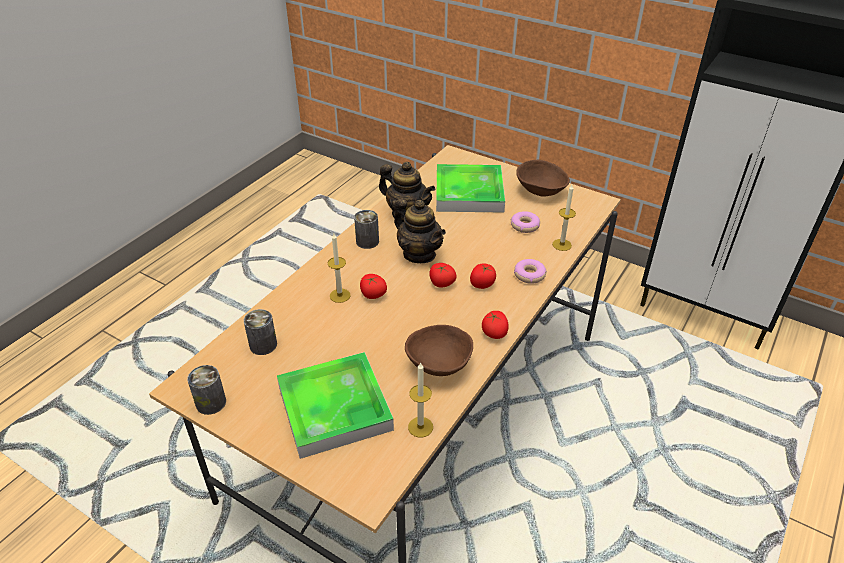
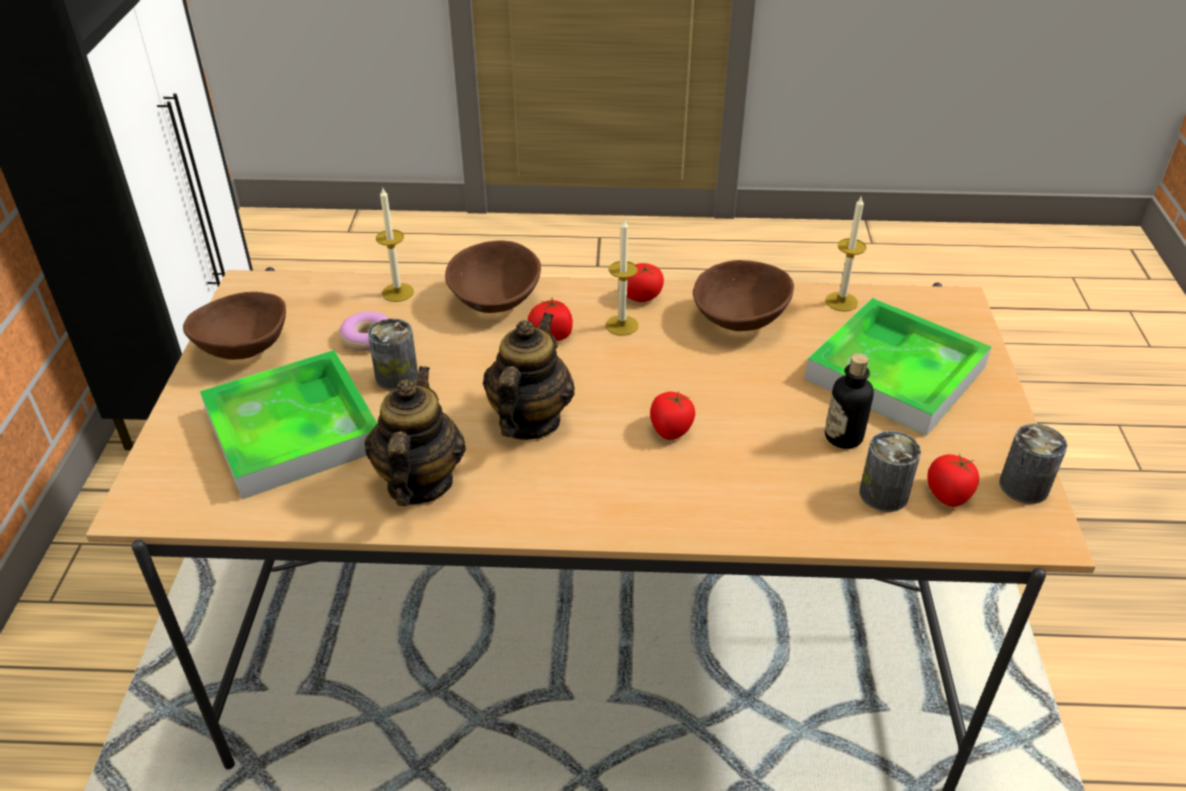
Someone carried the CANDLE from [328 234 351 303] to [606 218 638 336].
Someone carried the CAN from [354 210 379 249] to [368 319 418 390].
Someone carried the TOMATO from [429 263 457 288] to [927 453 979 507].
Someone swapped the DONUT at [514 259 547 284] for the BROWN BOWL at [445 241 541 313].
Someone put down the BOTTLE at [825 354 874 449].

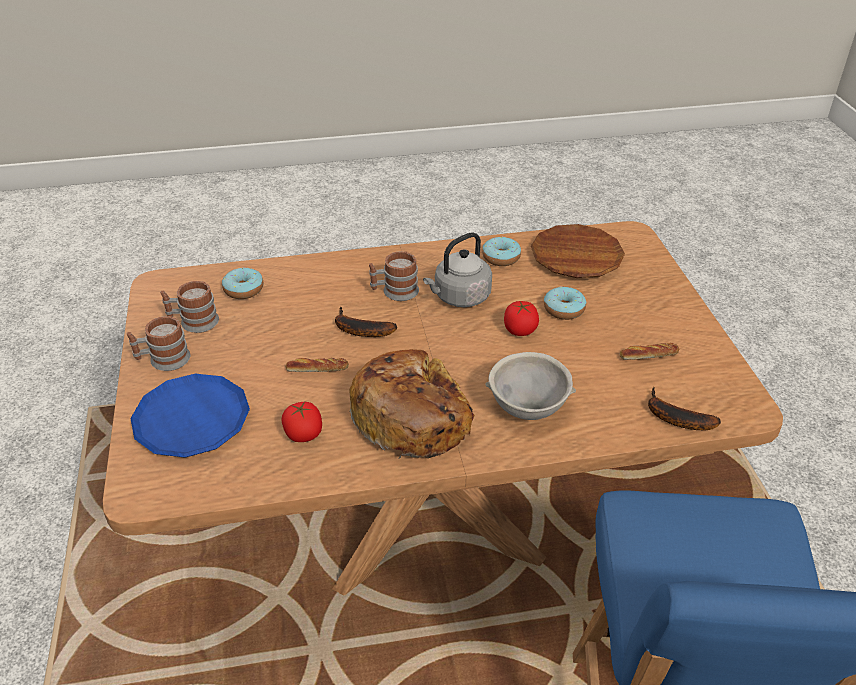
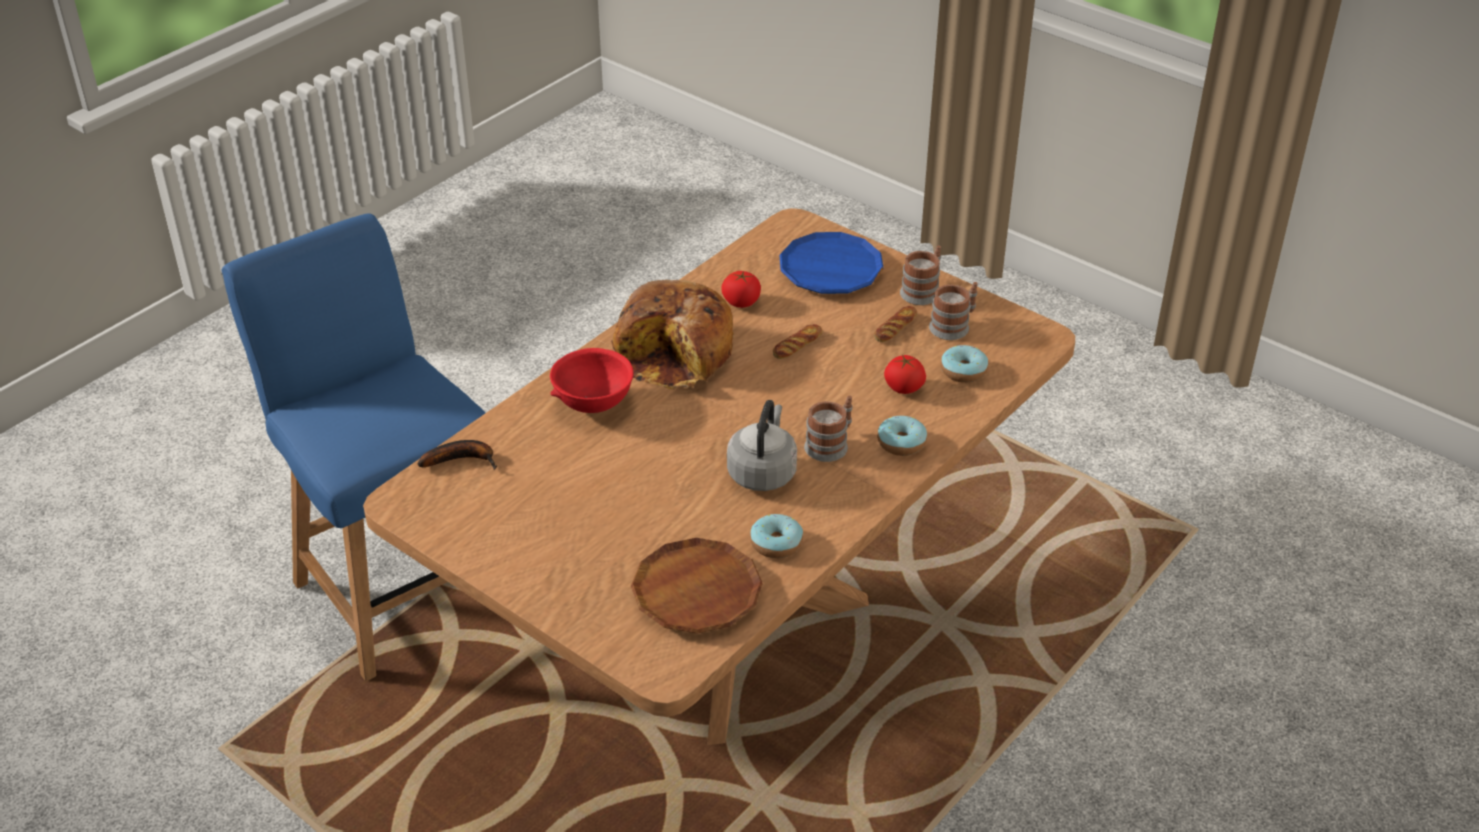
Someone took away the BANANA at [335 307 397 337].
Someone repainted the GREY BOWL at [485 352 576 420], which became the RED BOWL at [550 348 633 413].
Someone carried the TOMATO from [504 301 539 336] to [884 354 926 394].
Someone carried the DONUT from [544 287 586 320] to [877 416 927 456].
Someone carried the BREAD from [620 343 680 360] to [874 306 917 342].

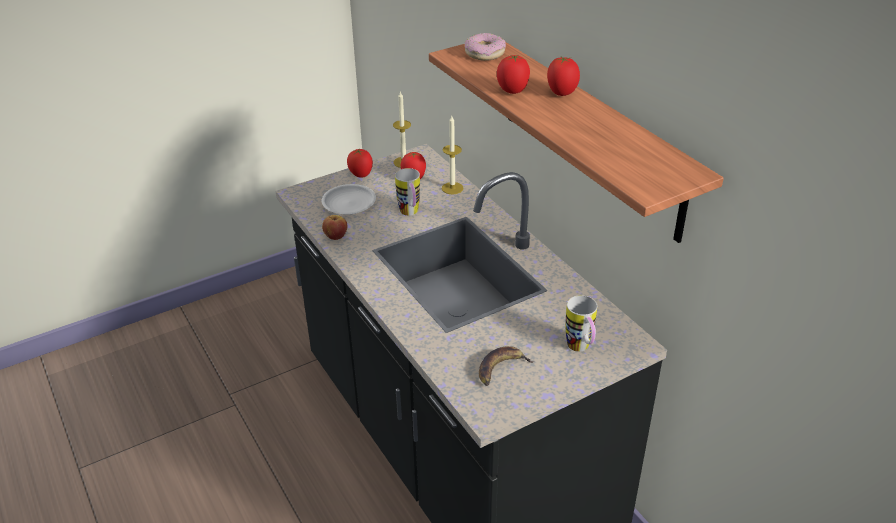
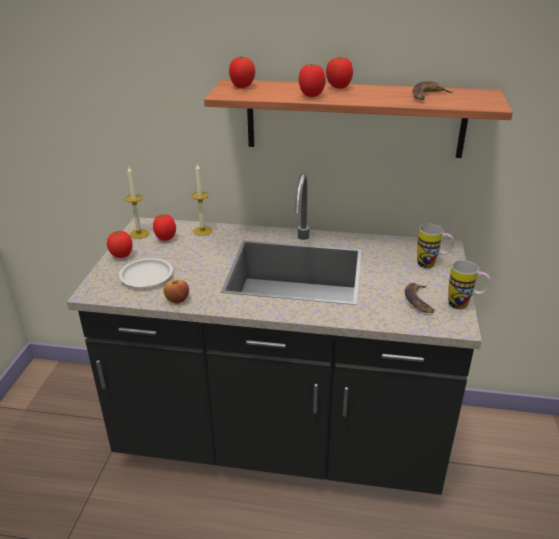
Someone carried the MUG from [395 168 420 216] to [448 260 491 309].
Someone swapped the DONUT at [465 33 506 61] for the TOMATO at [229 57 255 88].
Someone put down the BANANA at [412 81 453 100].

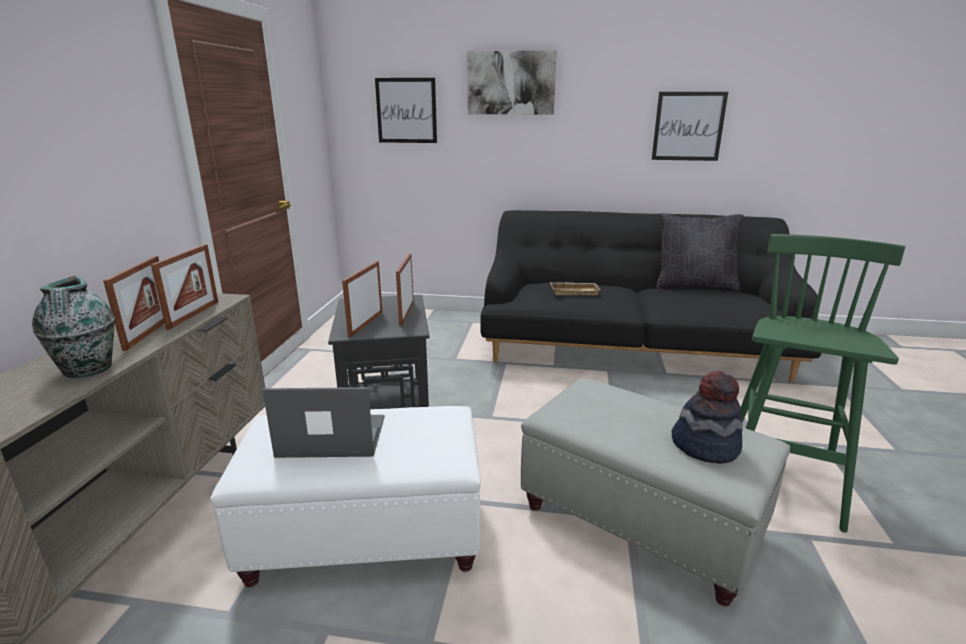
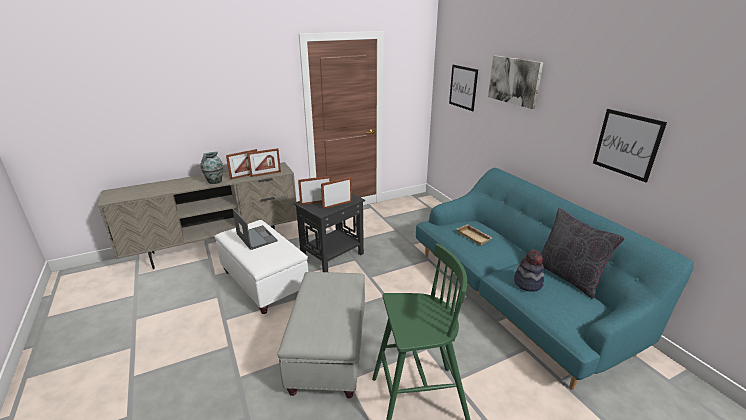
Someone repainted the BLACK SOFA at [480 210 822 383], which became the TURQUOISE SOFA at [416 168 694 390].
Someone carried the HAT from [672 371 743 464] to [514 250 544 292].

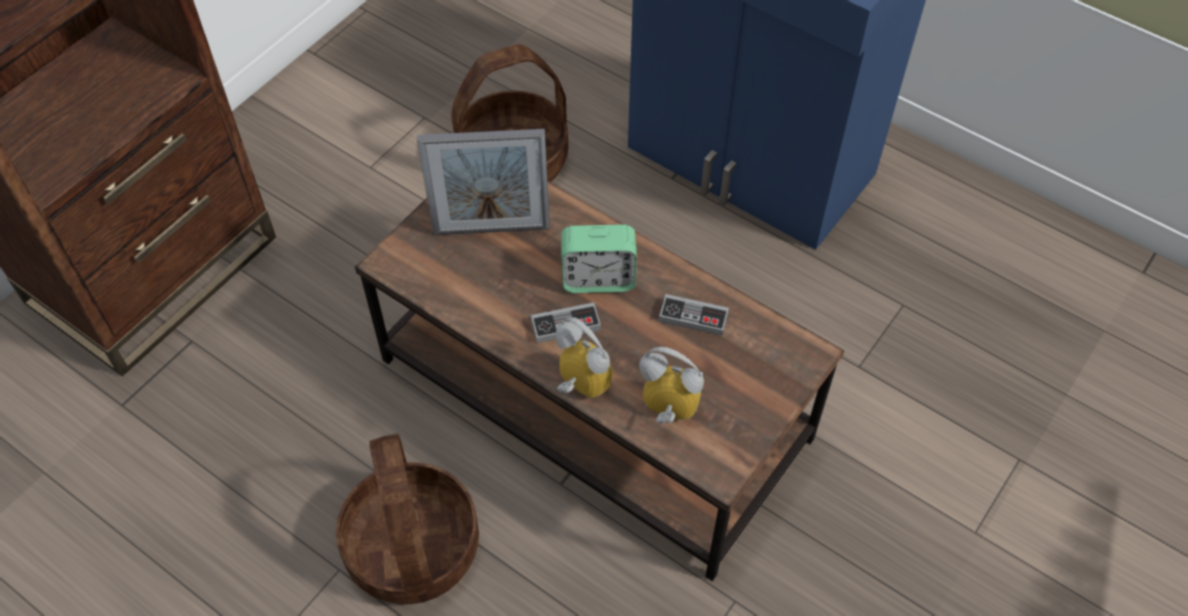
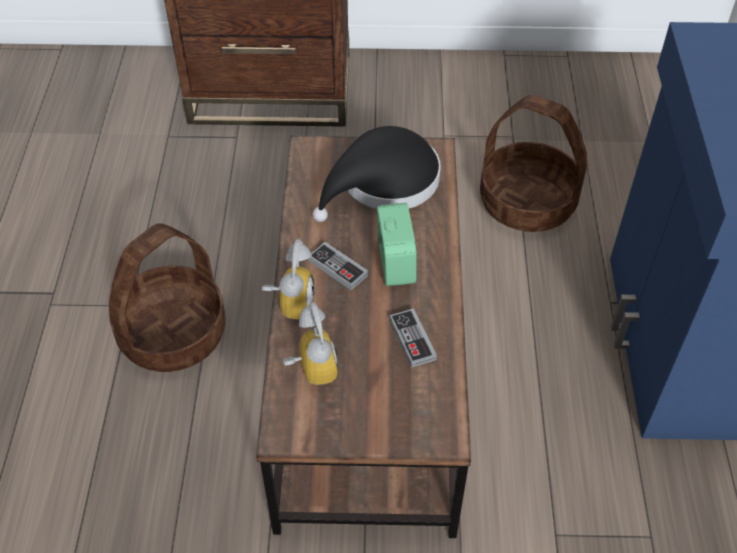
Someone swapped the PICTURE FRAME at [417 129 550 235] for the BLACK HAT at [313 126 441 222].
Someone rotated the ALARM CLOCK at [561 224 637 293] by 150 degrees counterclockwise.

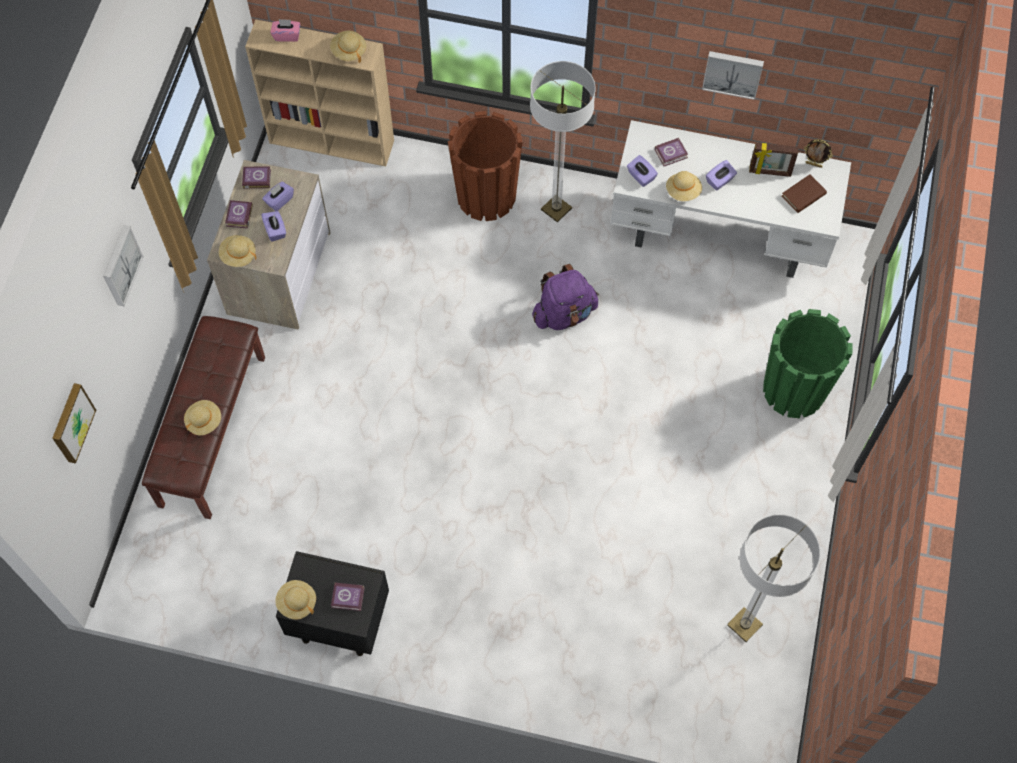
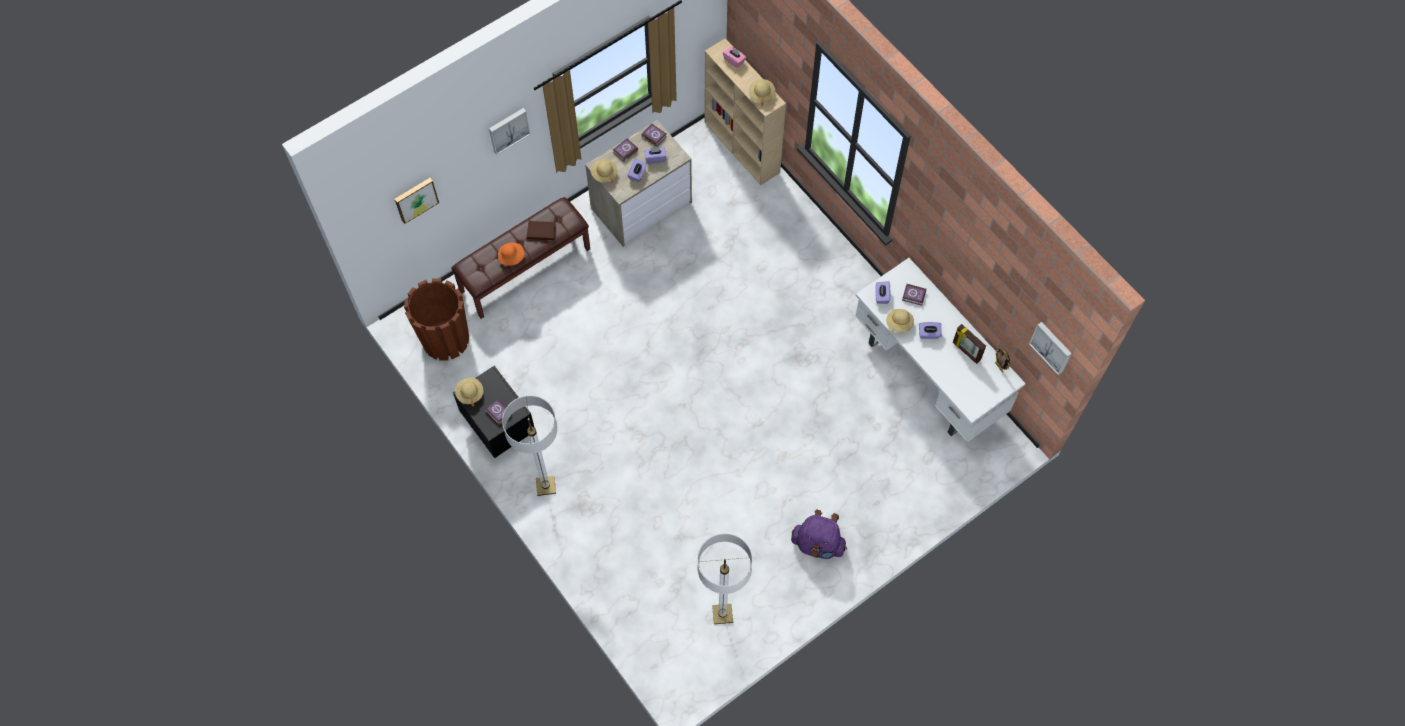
Someone repainted the BEIGE HAT at [184 400 221 435], which became the ORANGE HAT at [498 243 524 266].
Someone carried the BROWN PLANTER from [448 111 522 221] to [404 278 469 361].
Someone carried the FLOOR LAMP from [530 61 596 223] to [502 395 558 496].
Someone carried the PURPLE BACKPACK from [532 264 599 330] to [791 509 847 559].
Someone carried the PICTURE from [702 51 764 100] to [1029 322 1072 375].
Someone took away the GREEN PLANTER at [763 309 853 418].
Someone carried the BROWN BOOK from [781 175 827 213] to [527 221 556 240].

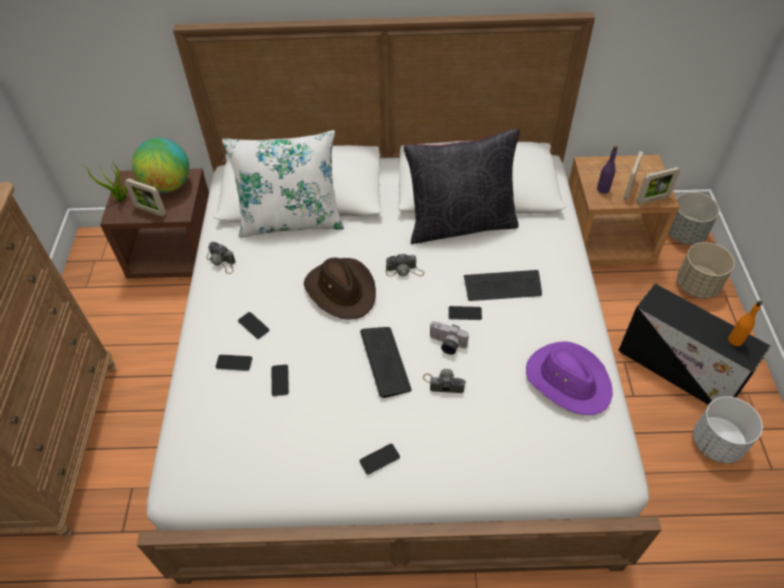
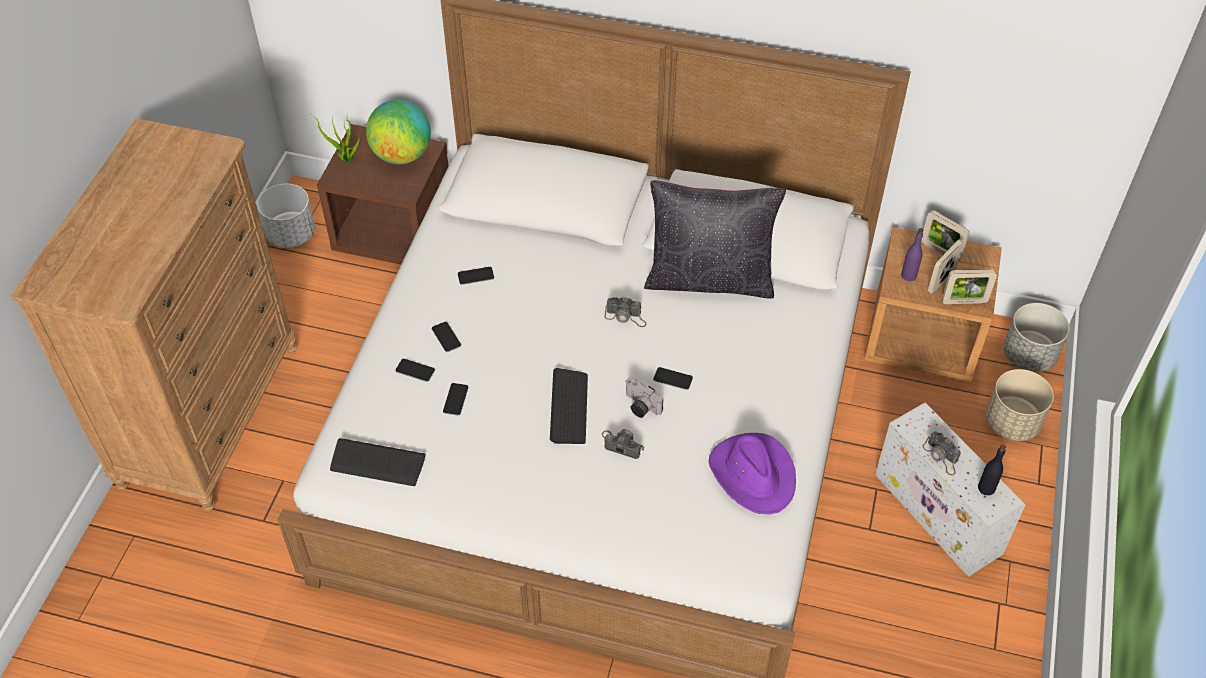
Someone carried the PICTURE FRAME from [124 178 166 217] to [921 210 969 262].
Someone carried the PHOTO CAMERA from [206 242 236 274] to [922 431 961 475].
Someone took away the WHITE PILLOW at [222 130 344 238].
Someone took away the BROWN HAT at [304 258 376 320].
Someone carried the PHONE from [359 444 400 475] to [458 267 494 285].
Someone carried the KEYBOARD from [464 270 542 301] to [330 438 426 486].
Someone repainted the BLACK STORAGE BOX at [618 284 770 405], which became the WHITE STORAGE BOX at [875 402 1026 577].
Someone carried the WHITE PLANTER from [693 396 763 463] to [257 184 315 248].
Someone repainted the ORANGE BOTTLE at [728 300 762 346], which became the BLACK BOTTLE at [978 445 1006 495].

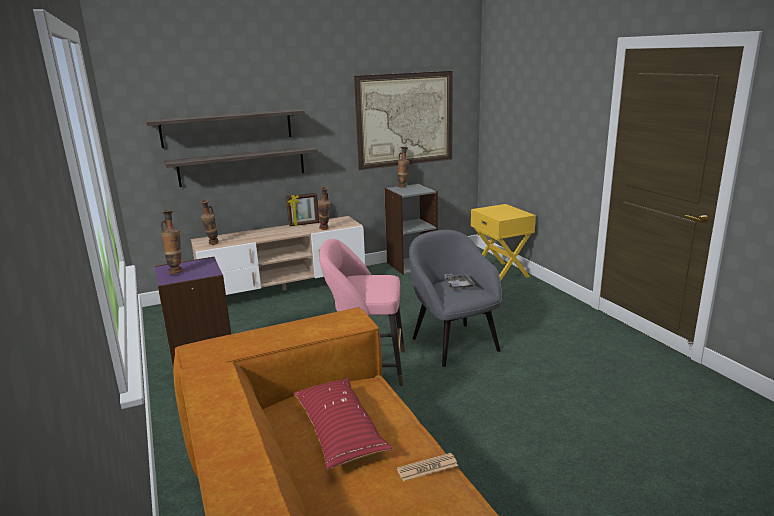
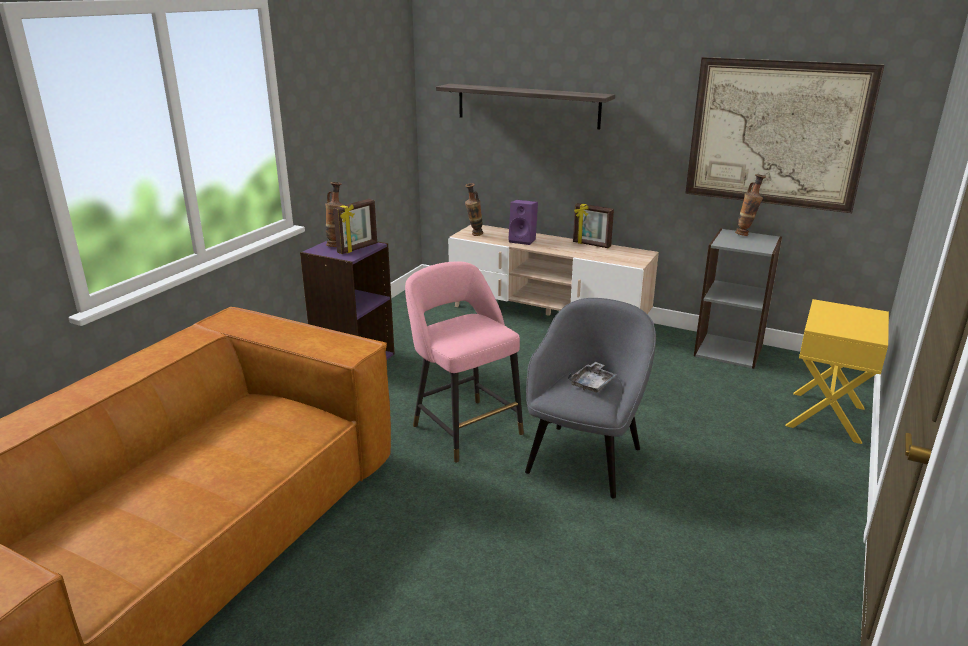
Someone took away the SHELF at [164 146 318 187].
Someone took away the RED PILLOW at [294 378 393 469].
Someone took away the VASE at [318 187 331 230].
Someone took away the NEWSPAPER at [397 453 458 481].
Someone put down the PICTURE FRAME at [333 199 377 254].
Someone put down the PURPLE SPEAKER at [508 200 538 245].

